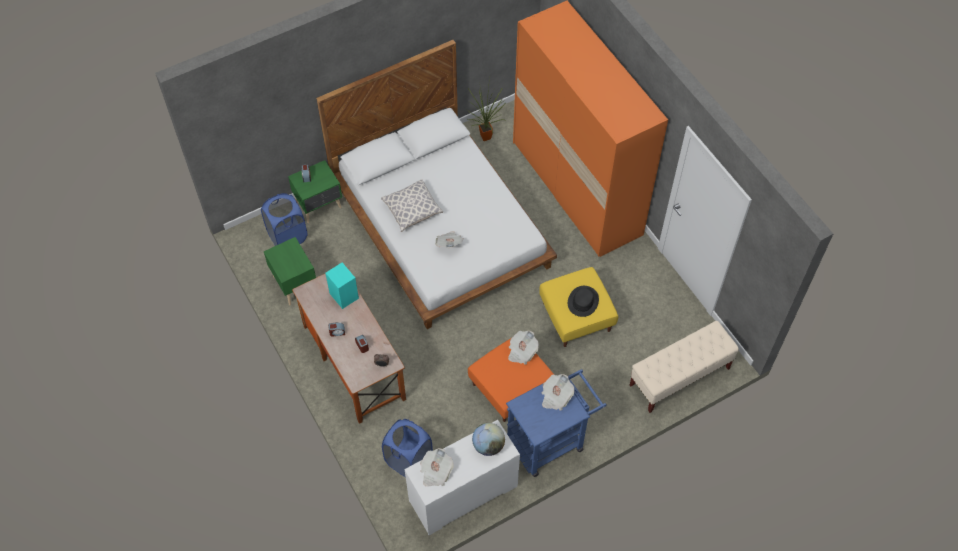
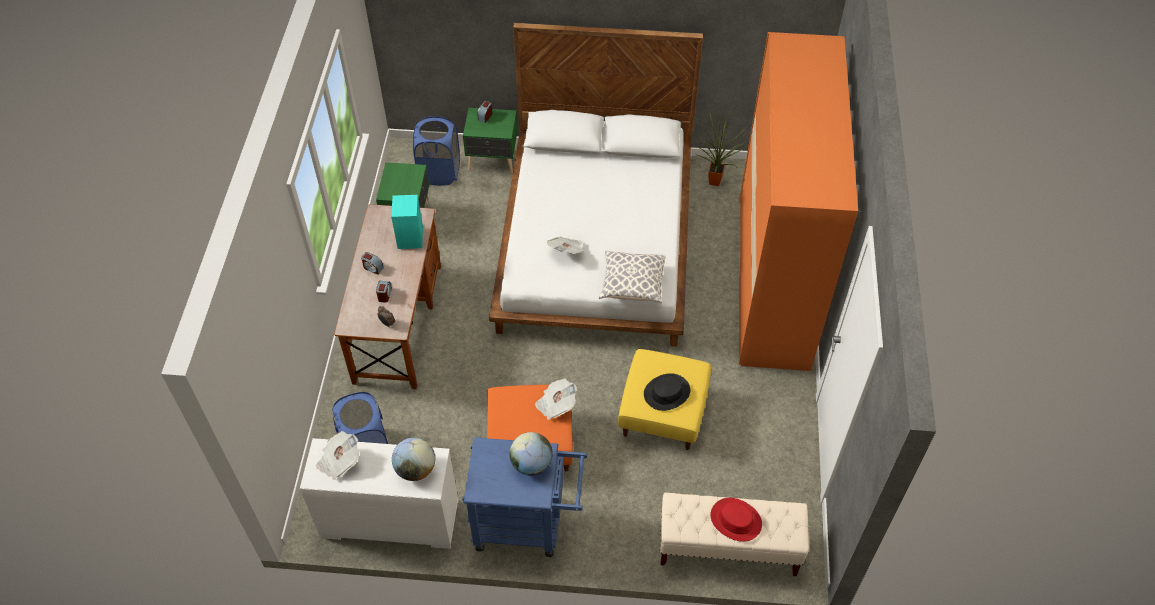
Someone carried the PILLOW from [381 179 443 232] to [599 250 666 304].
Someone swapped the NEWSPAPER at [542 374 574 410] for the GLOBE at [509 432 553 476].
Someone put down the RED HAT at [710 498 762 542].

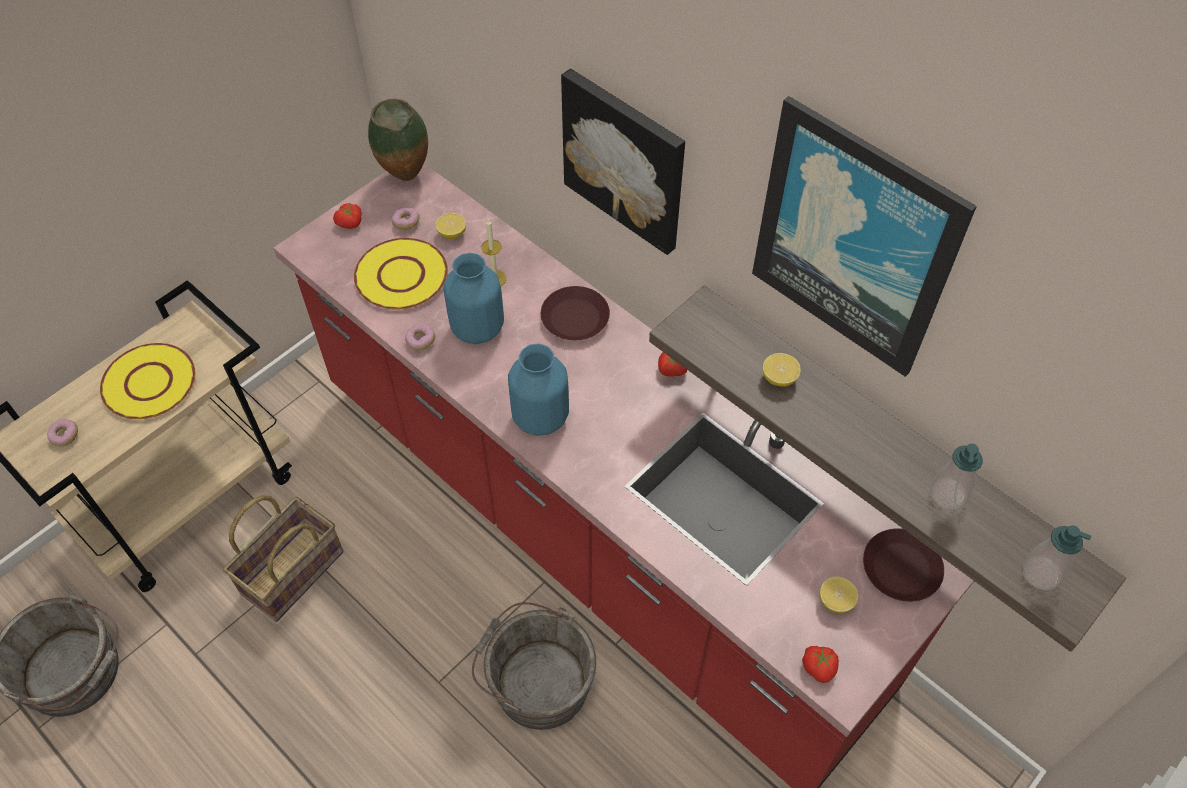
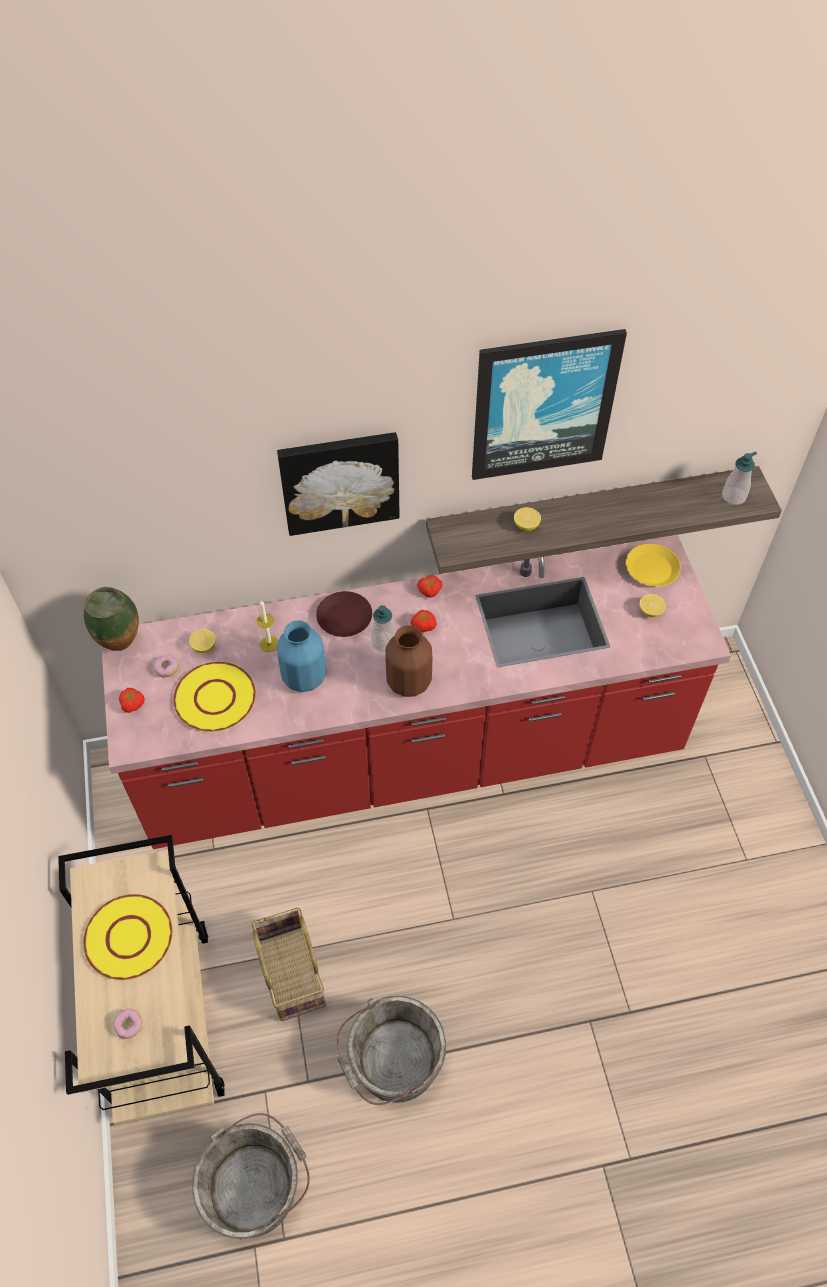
Someone took away the DONUT at [405 324 435 351].
Someone carried the GREY BUCKET from [472 602 596 730] to [337 995 446 1105].
Someone repainted the BLUE VASE at [508 344 569 436], which became the BROWN VASE at [385 625 432 697].
Someone carried the TOMATO from [802 646 839 683] to [411 610 437 632].
Someone repainted the BROWN PLATE at [863 528 944 602], which became the YELLOW PLATE at [626 544 681 586].
Someone carried the SOAP DISPENSER from [930 444 983 510] to [371 605 396 652].

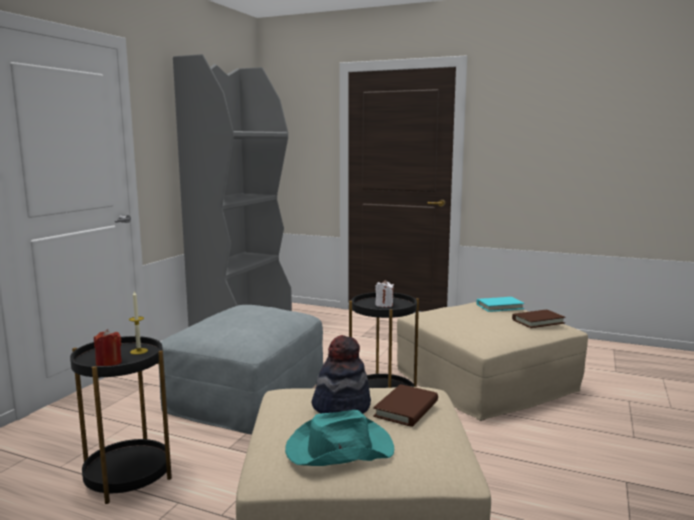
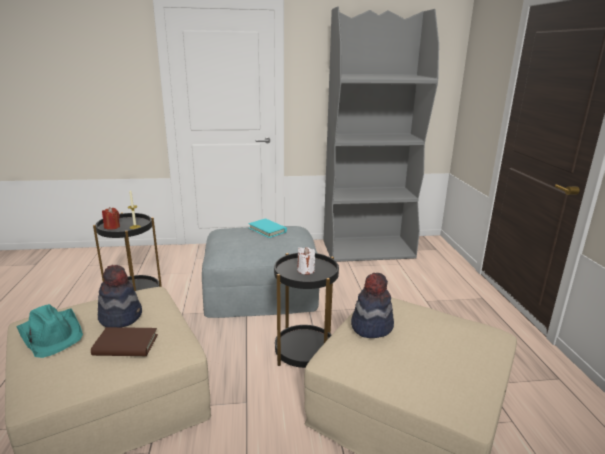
Someone carried the TURQUOISE BOOK from [476 297 525 312] to [248 218 287 238].
Someone took away the BROWN BOOK at [512 310 566 328].
Someone put down the HAT at [351 273 394 338].

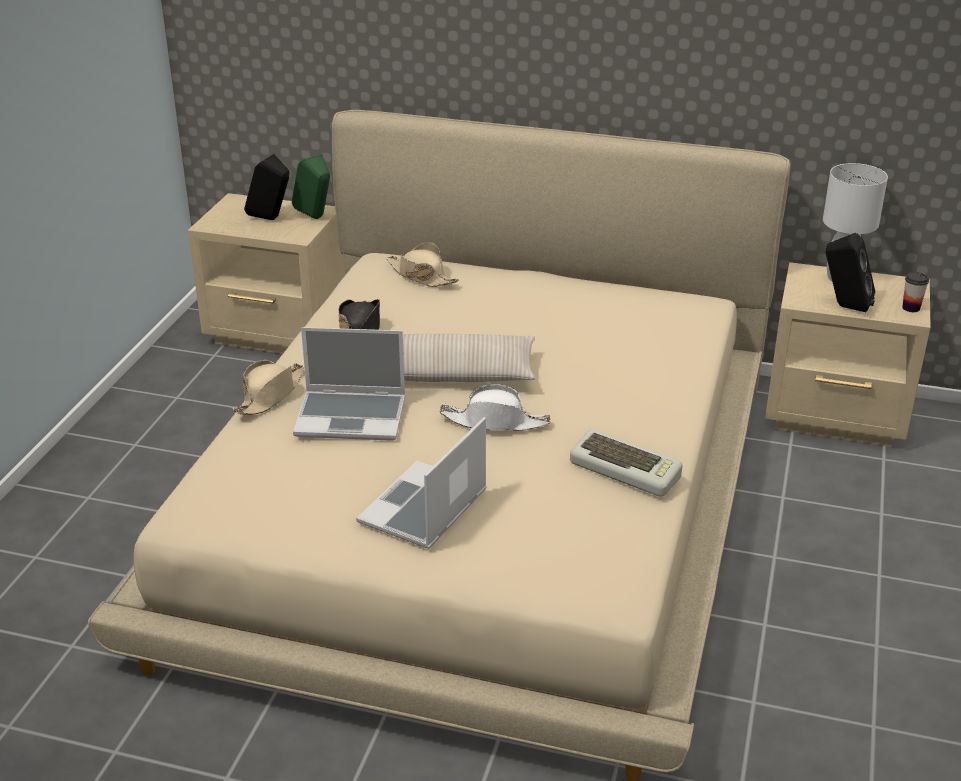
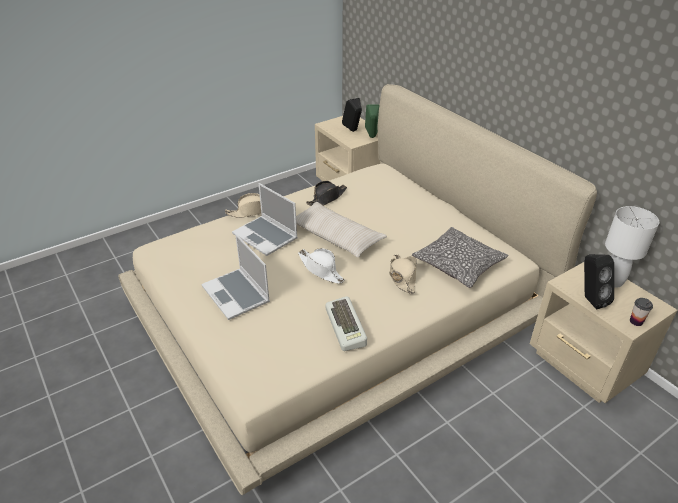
Someone rotated the LAPTOP at [356 417 486 549] by 105 degrees counterclockwise.
Someone carried the BEIGE HAT from [387 242 459 287] to [390 255 417 294].
Someone put down the PILLOW at [412 227 509 288].

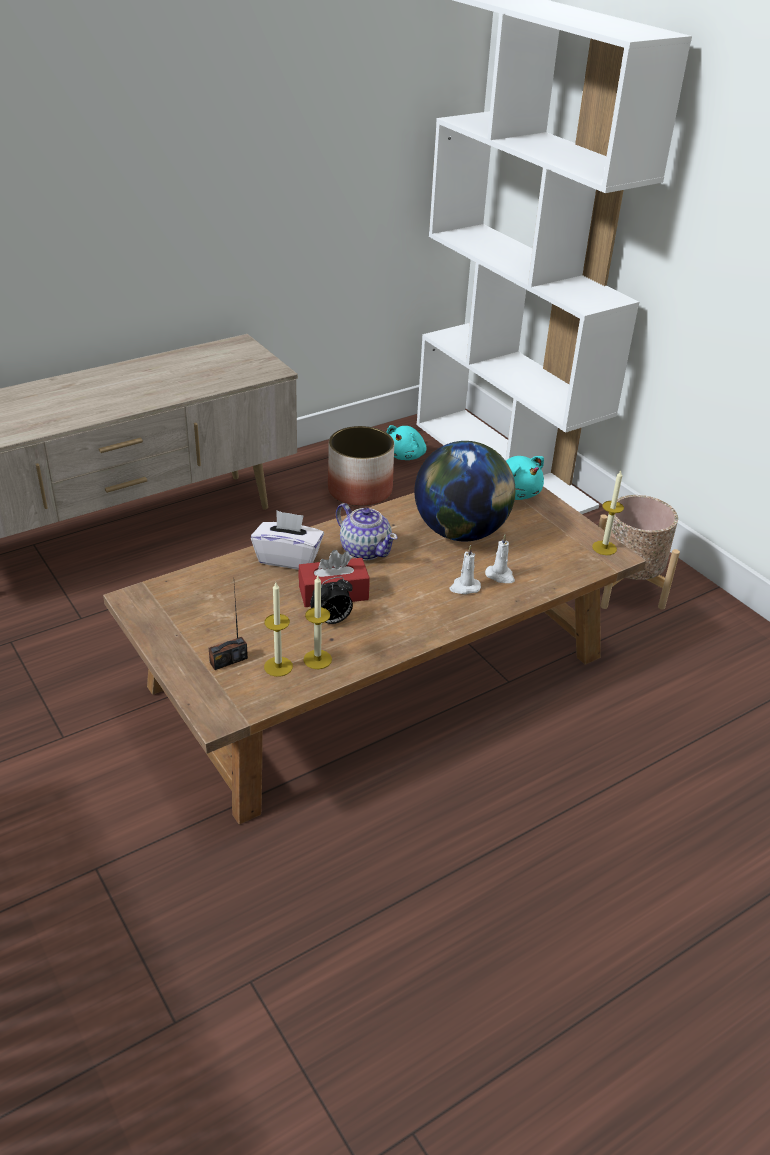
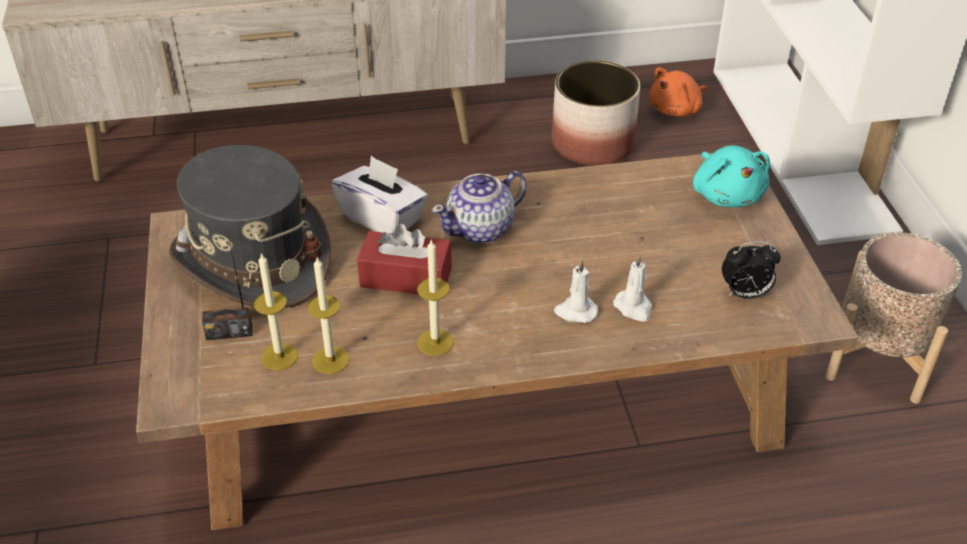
Someone carried the ALARM CLOCK from [310 577 353 625] to [722 241 781 299].
Someone rotated the TEAPOT at [336 503 398 560] by 75 degrees clockwise.
Someone repainted the TURQUOISE PLUSH TOY at [386 425 427 460], which became the ORANGE PLUSH TOY at [649 67 707 117].
Someone took away the GLOBE at [414 441 515 541].
Someone carried the CANDLE from [592 471 624 555] to [417 240 454 356].
Someone put down the GREY HAT at [169 145 331 308].

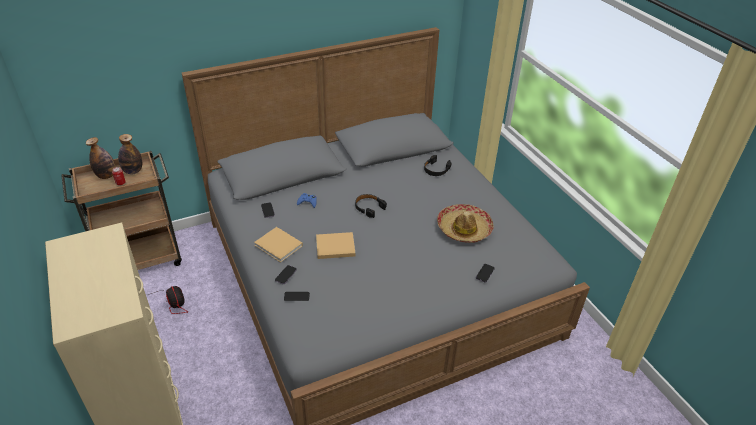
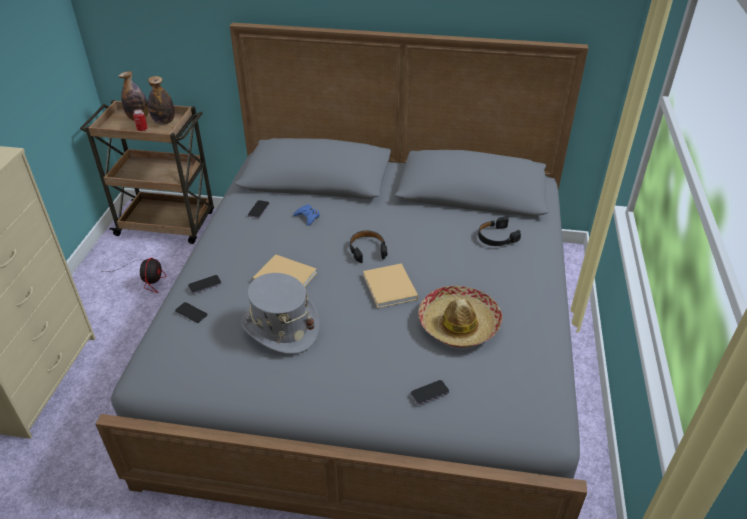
Someone carried the BEIGE BOOK from [254 227 303 263] to [363 263 418 308].
Someone put down the GREY HAT at [241 273 319 354].

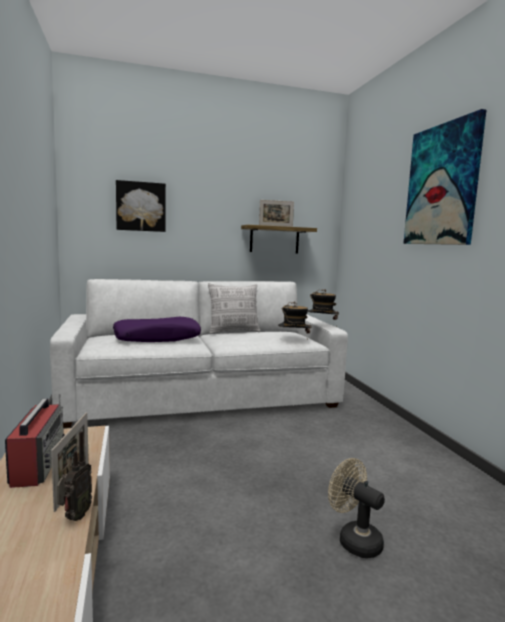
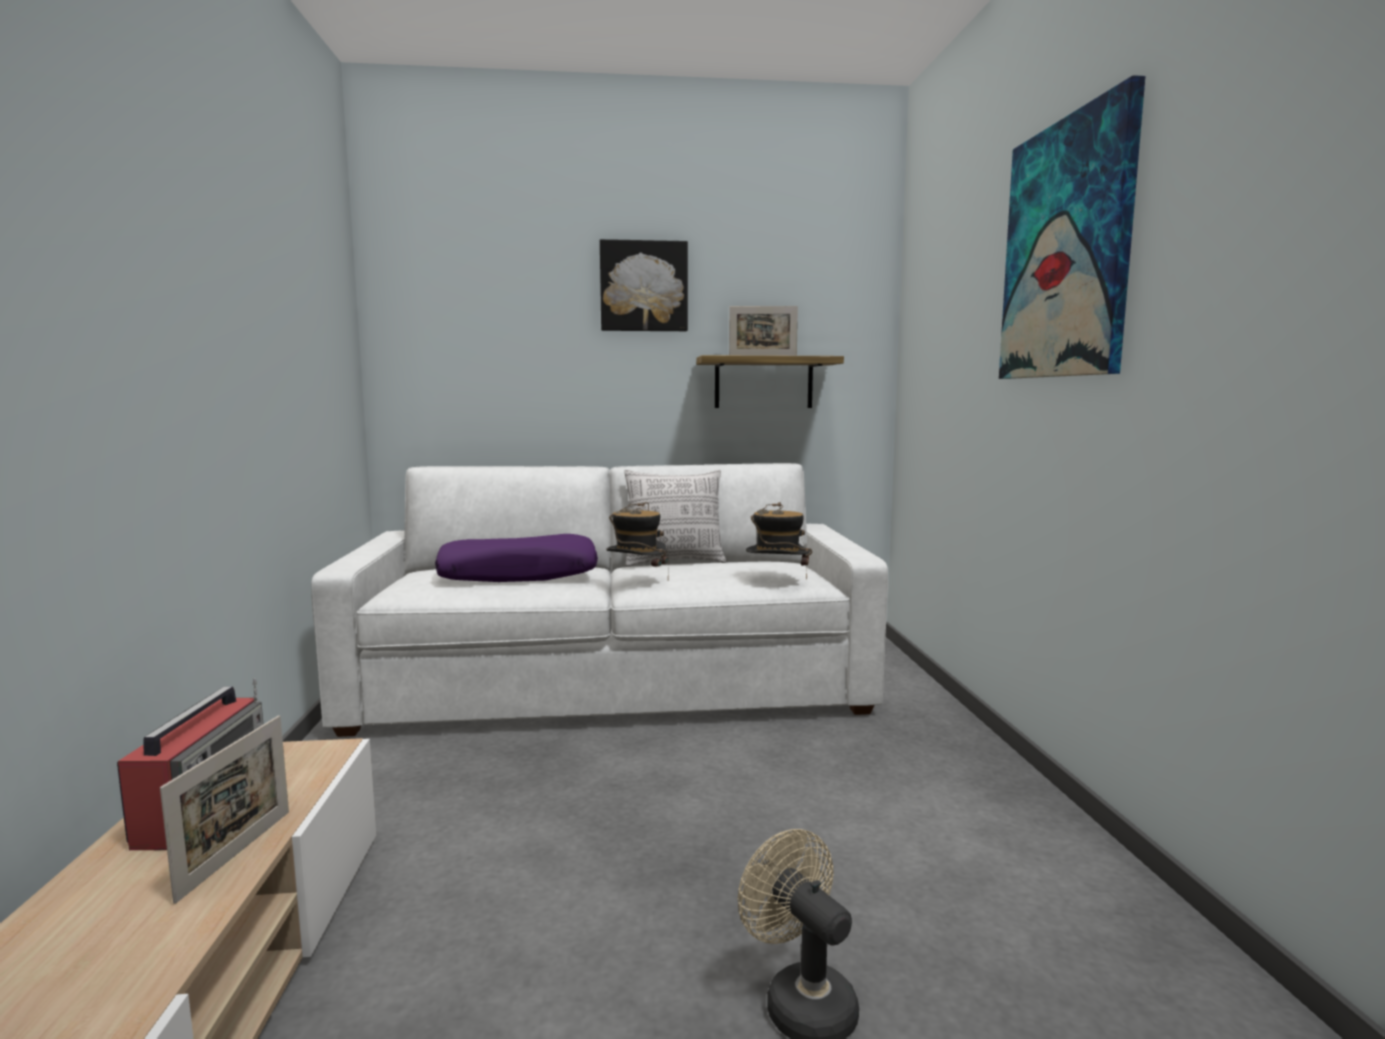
Someone took away the RADIO at [57 431 92 521].
Someone carried the PICTURE from [116 180 166 232] to [600 239 688 331].
Someone carried the HAT from [308 289 339 326] to [607 502 669 579].

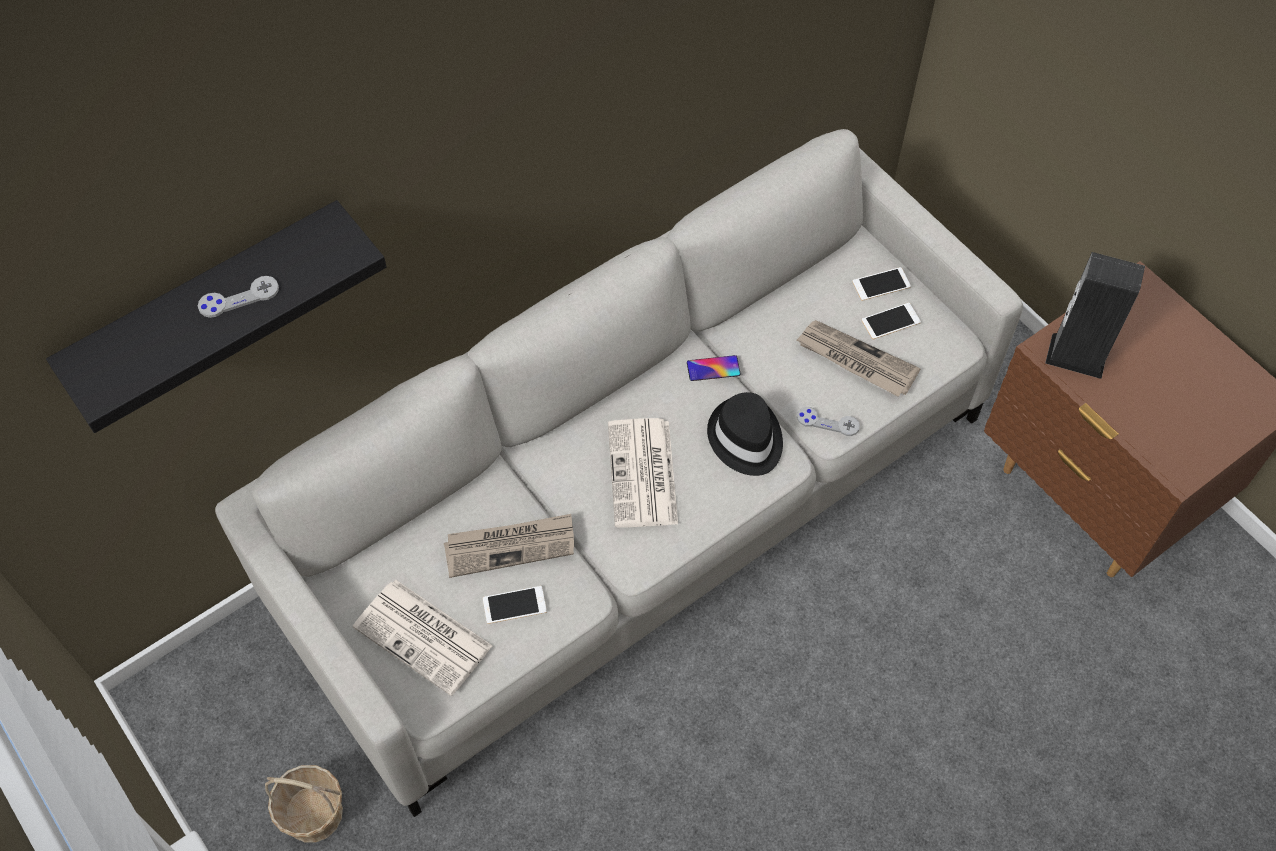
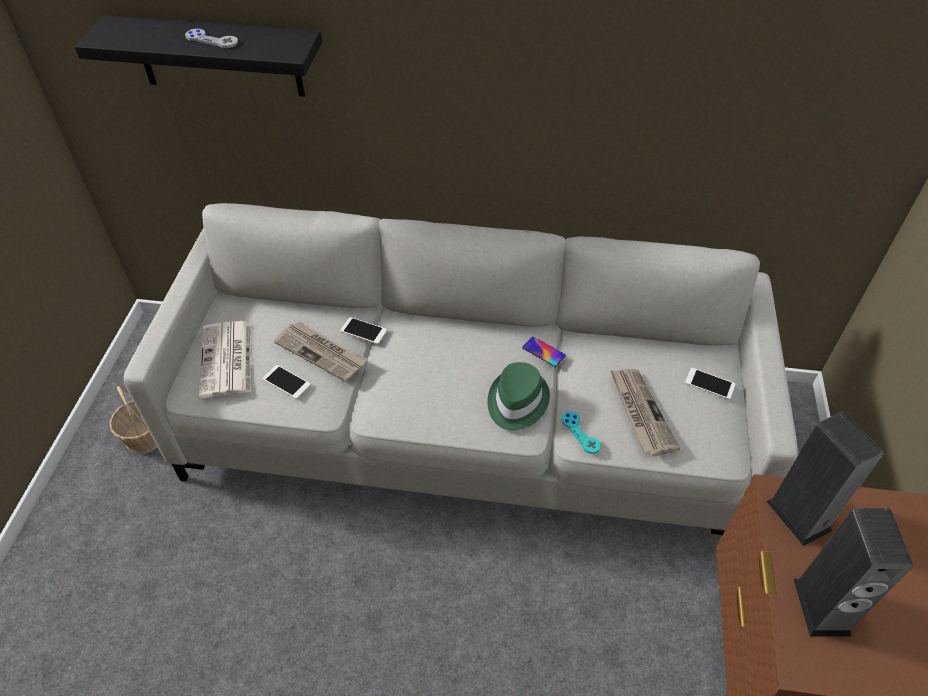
Someone took away the NEWSPAPER at [608 418 678 528].
Someone repainted the BLACK HAT at [707 392 783 476], which became the GREEN HAT at [488 362 550 431].
Someone repainted the GREY GAME CONTROLLER at [797 407 860 436], which became the TURQUOISE GAME CONTROLLER at [562 412 601 454].
Someone carried the PHONE from [862 303 921 339] to [340 317 387 344].
Someone put down the SPEAKER at [793 508 913 637].

